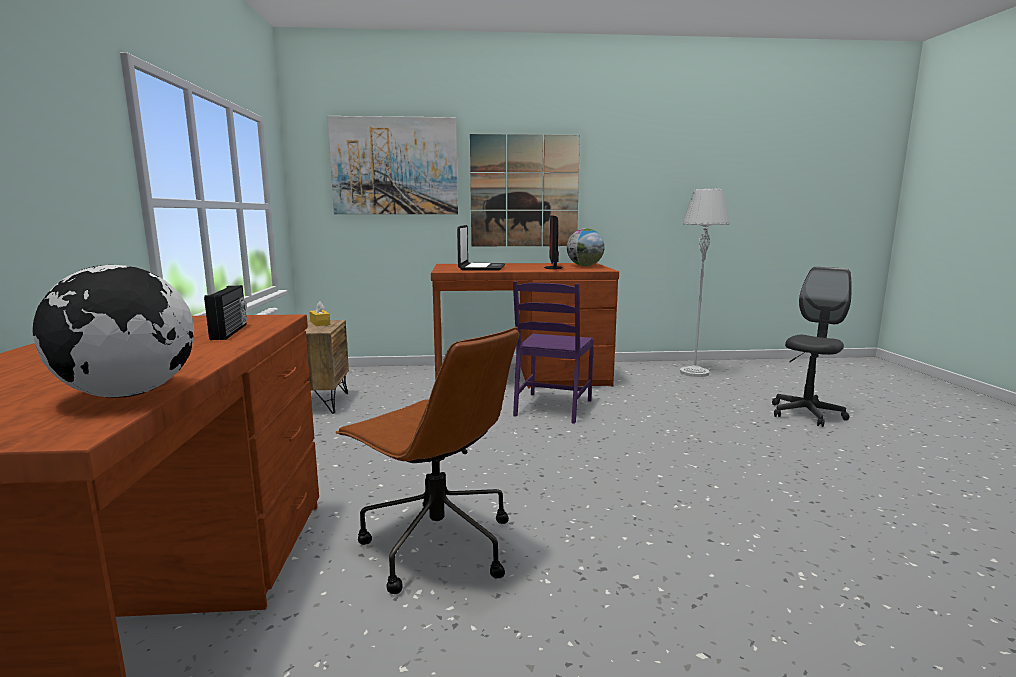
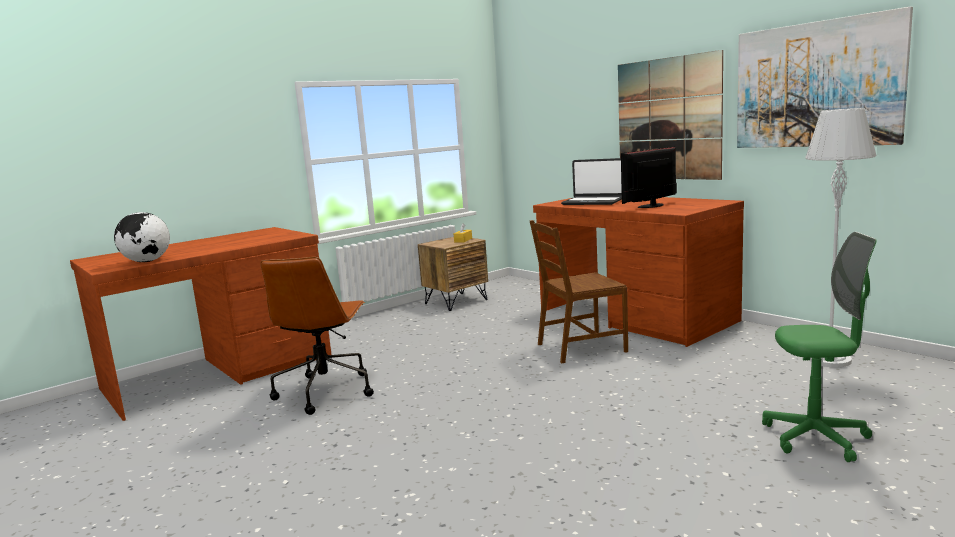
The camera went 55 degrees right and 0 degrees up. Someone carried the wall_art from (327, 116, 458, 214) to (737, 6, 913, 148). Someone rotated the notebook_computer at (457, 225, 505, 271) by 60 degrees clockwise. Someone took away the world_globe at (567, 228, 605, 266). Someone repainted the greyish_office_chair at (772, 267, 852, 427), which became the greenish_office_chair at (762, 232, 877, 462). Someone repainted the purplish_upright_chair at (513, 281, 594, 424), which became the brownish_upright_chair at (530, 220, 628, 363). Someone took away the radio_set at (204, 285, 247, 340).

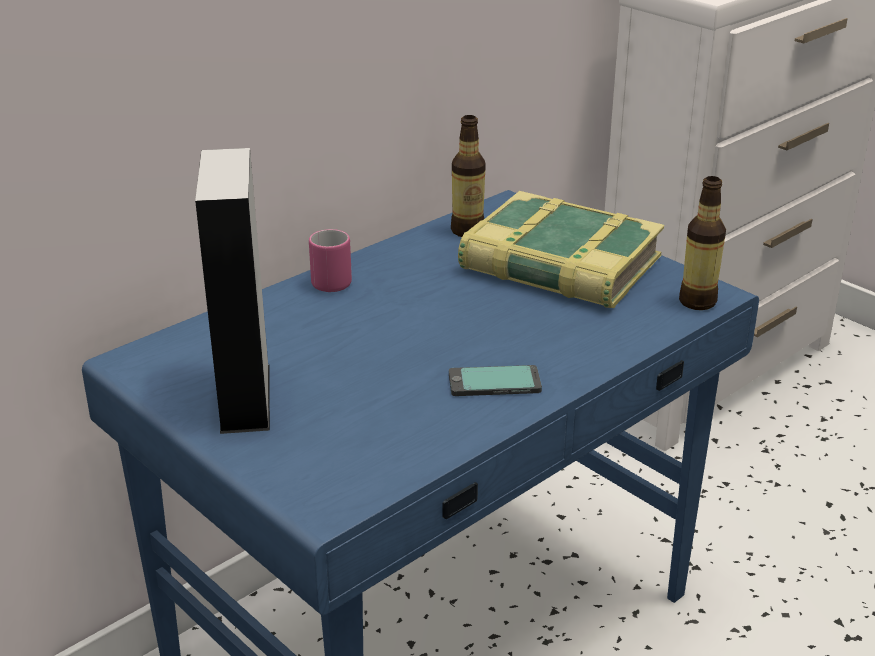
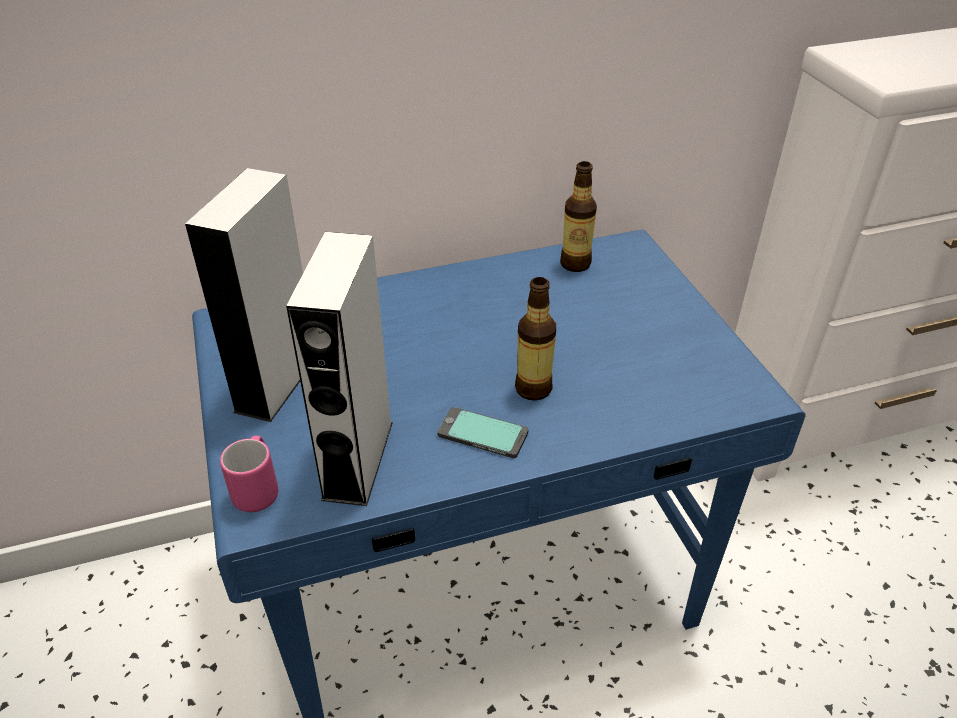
The camera went 25 degrees right and 10 degrees up. Someone carried the beverage_bottle from (679, 176, 726, 310) to (515, 277, 556, 401). Someone took away the bound_book at (458, 191, 665, 308). Someone carried the pink_mug from (309, 229, 352, 292) to (220, 436, 278, 512). Someone put down the greyish_audio_speaker at (286, 232, 392, 506).

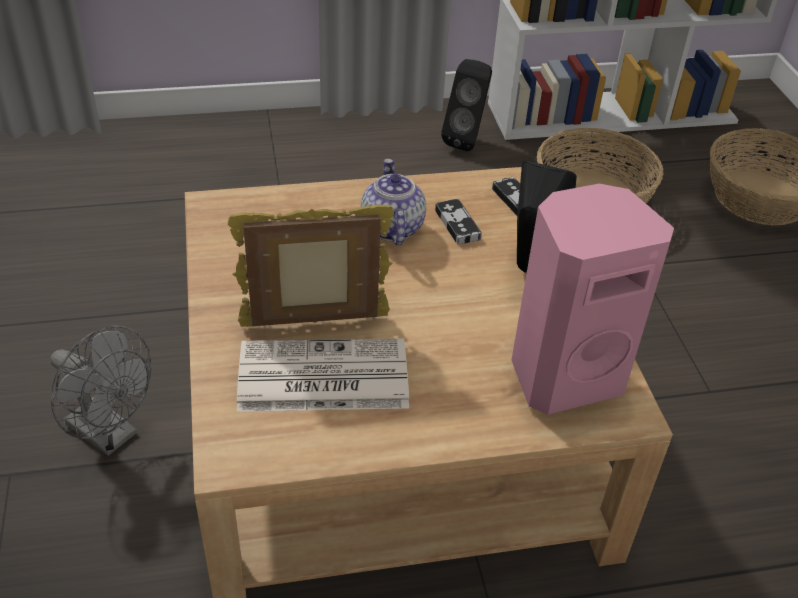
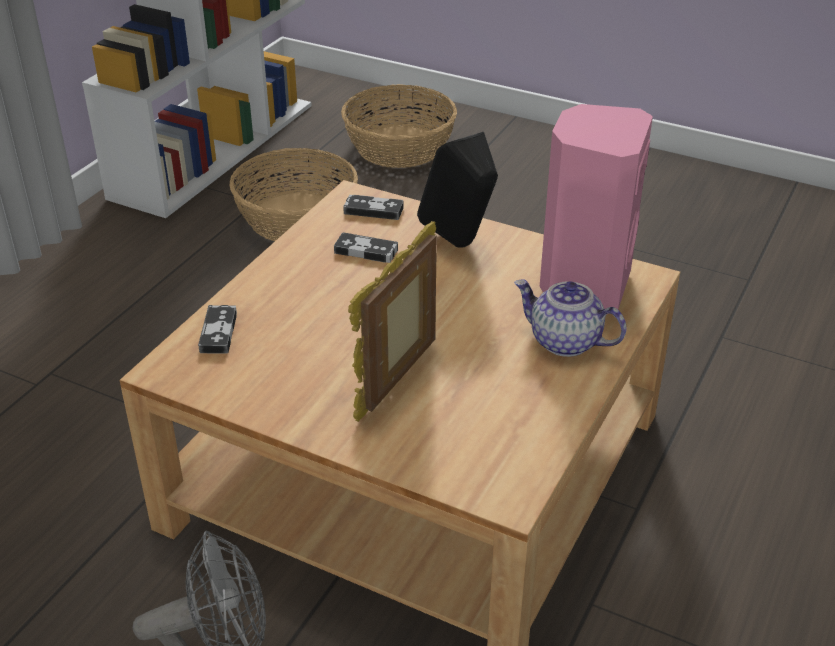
The camera went 50 degrees left and 5 degrees down. Someone took away the black-coloured_audio_speaker at (441, 59, 492, 151). Someone carried the teapot from (361, 159, 426, 245) to (514, 280, 627, 357). Someone took away the newspaper at (237, 338, 409, 412). Someone put down the gamepad at (198, 305, 237, 353).

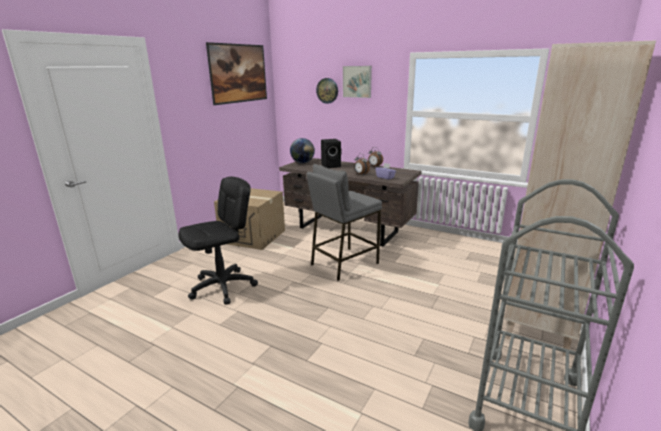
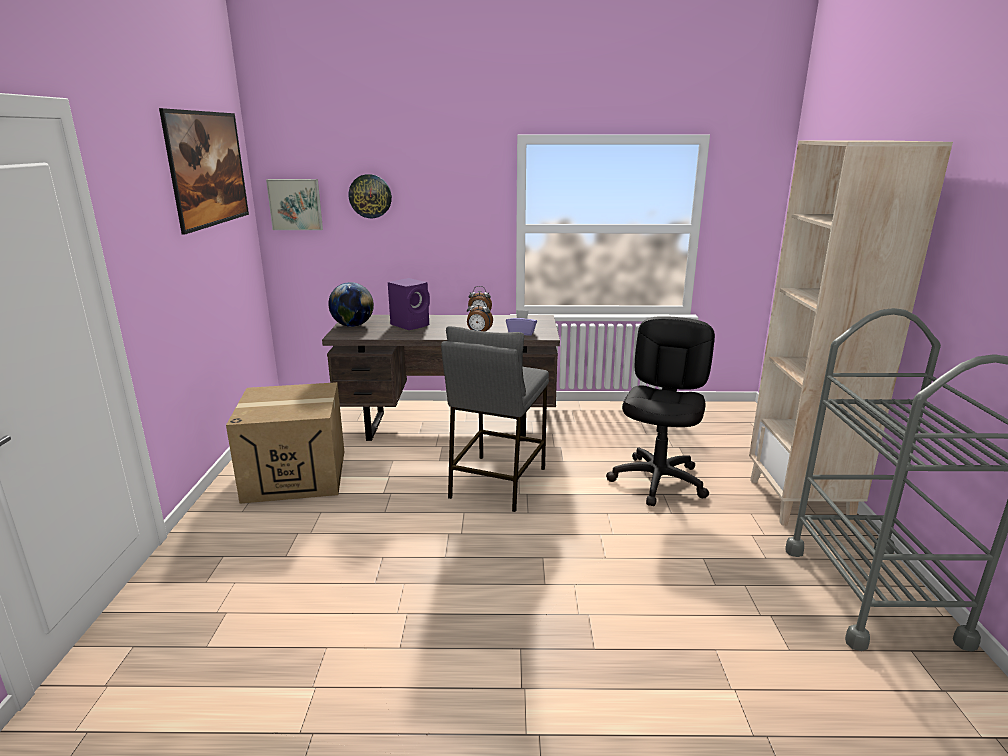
The camera went 30 degrees left and 0 degrees up. Someone carried the wall_art from (343, 66, 372, 98) to (266, 179, 323, 230). Someone repainted the black-coloured_audio_speaker at (321, 139, 341, 168), which became the purplish_audio_speaker at (388, 278, 430, 330). Someone carried the black-coloured_office_chair from (178, 177, 258, 305) to (606, 316, 715, 506).

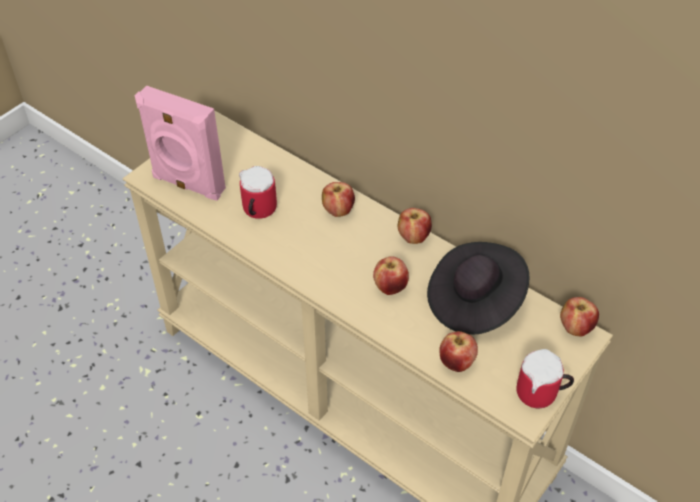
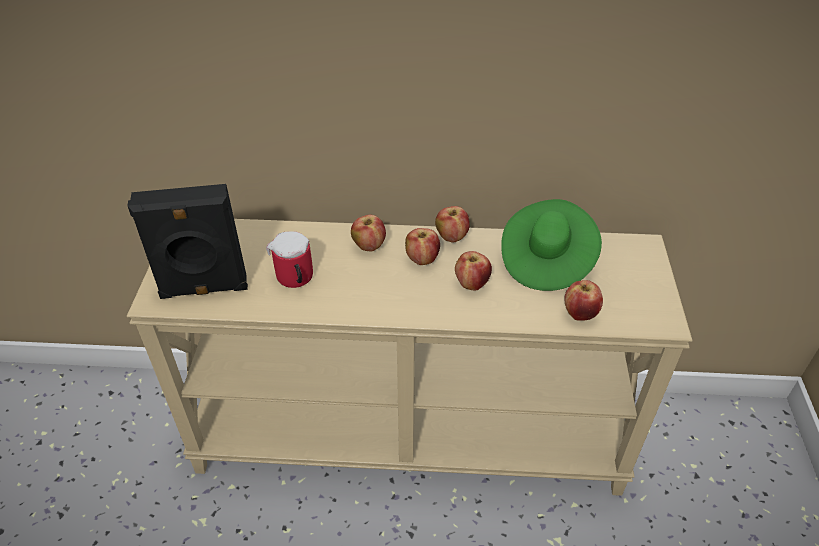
The camera went 35 degrees left and 5 degrees down. Someone repainted the pink_audio_speaker at (135, 85, 226, 201), which became the black-coloured_audio_speaker at (127, 184, 248, 299). Someone repainted the black-coloured_hat at (427, 242, 529, 335), which became the greenish_hat at (501, 199, 602, 291). Someone carried the apple from (560, 297, 599, 336) to (405, 228, 440, 265). Someone took away the mug at (516, 349, 574, 408).

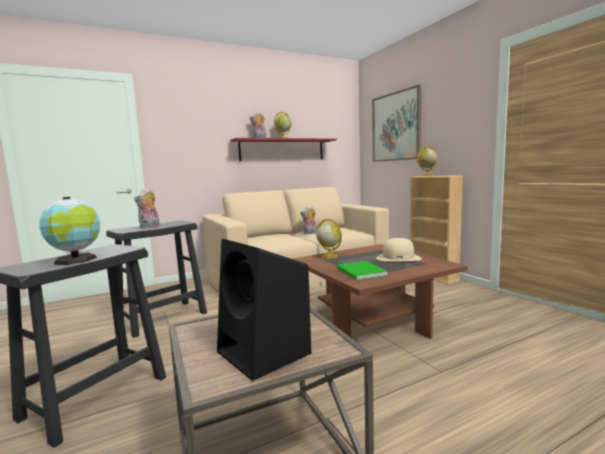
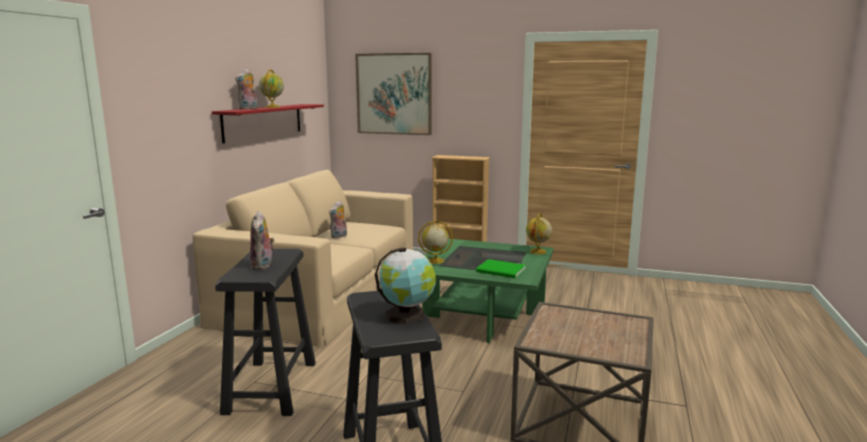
The camera went 45 degrees left and 5 degrees up. Someone carried the world_globe from (417, 146, 438, 176) to (526, 213, 552, 254). Someone took away the beige-coloured_hat at (376, 238, 422, 261). Someone took away the black-coloured_audio_speaker at (217, 239, 311, 381). Someone repainted the brownish_lounge_table at (292, 244, 468, 339), which became the greenish_lounge_table at (422, 239, 554, 343).

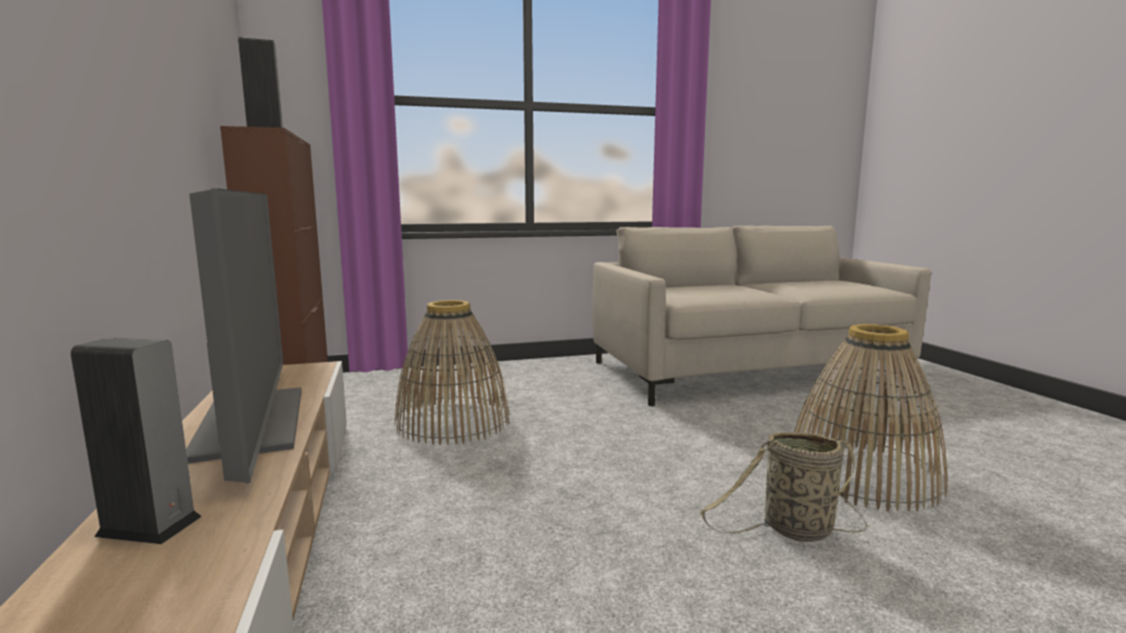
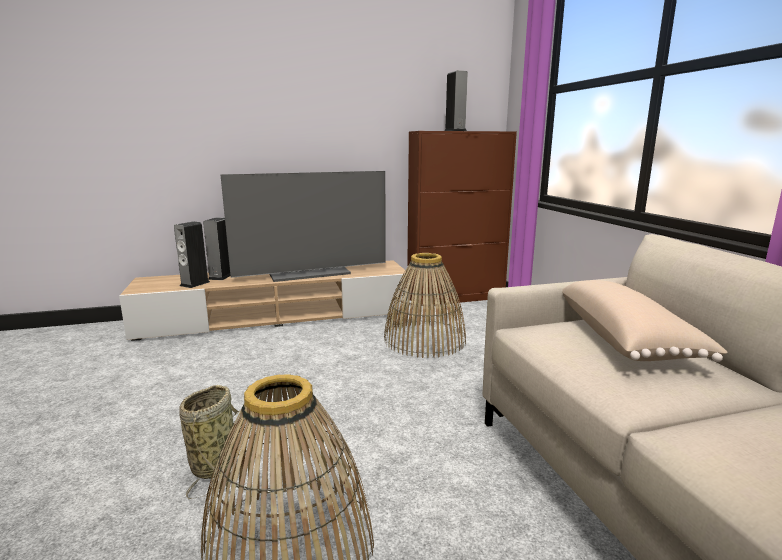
The camera went 90 degrees right and 5 degrees up. Someone put down the audio_speaker at (174, 221, 210, 288). Someone put down the beige-coloured_cushion at (562, 280, 728, 362).

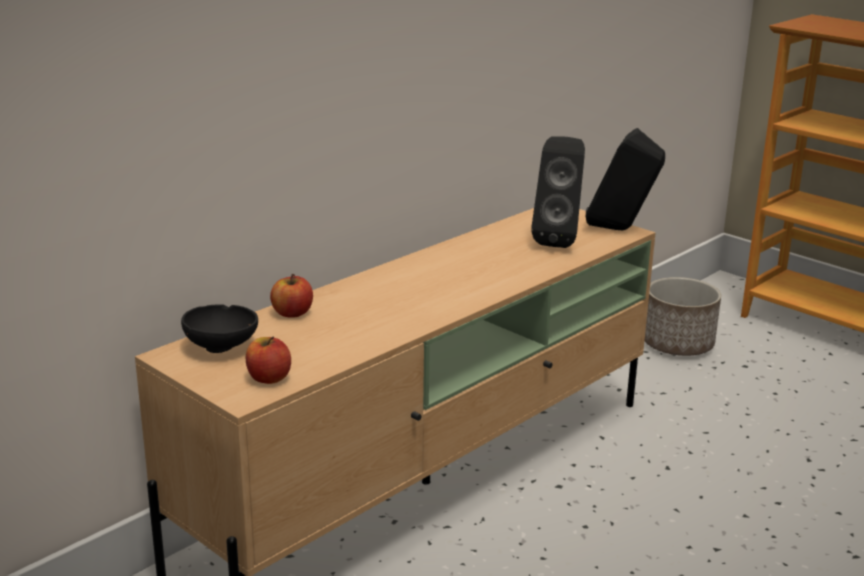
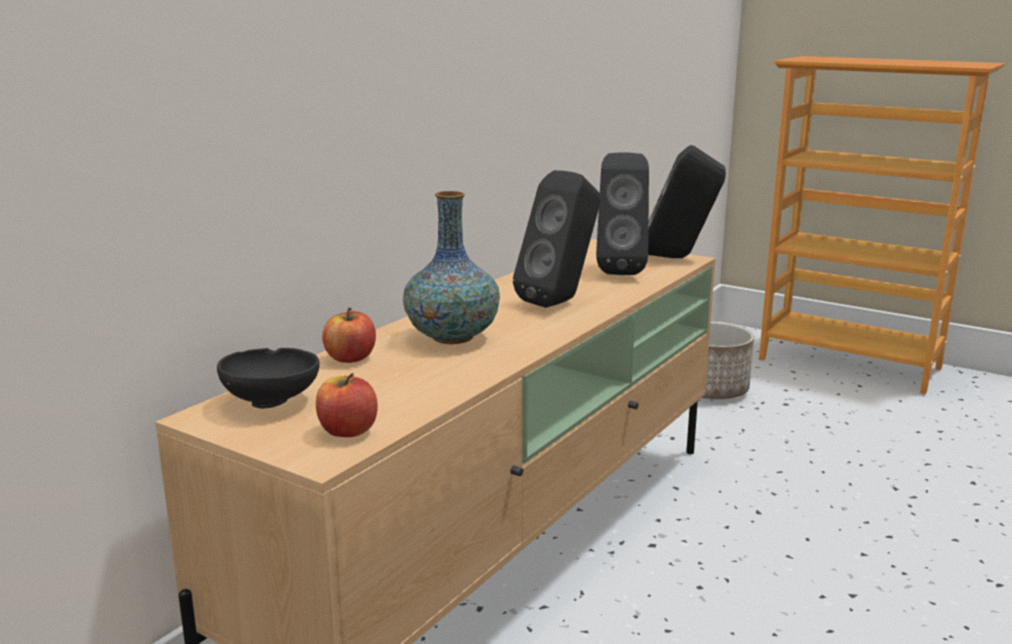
The camera went 10 degrees left and 5 degrees down. Someone put down the black-coloured_audio_speaker at (513, 170, 601, 308). Someone put down the vase at (403, 191, 500, 344).

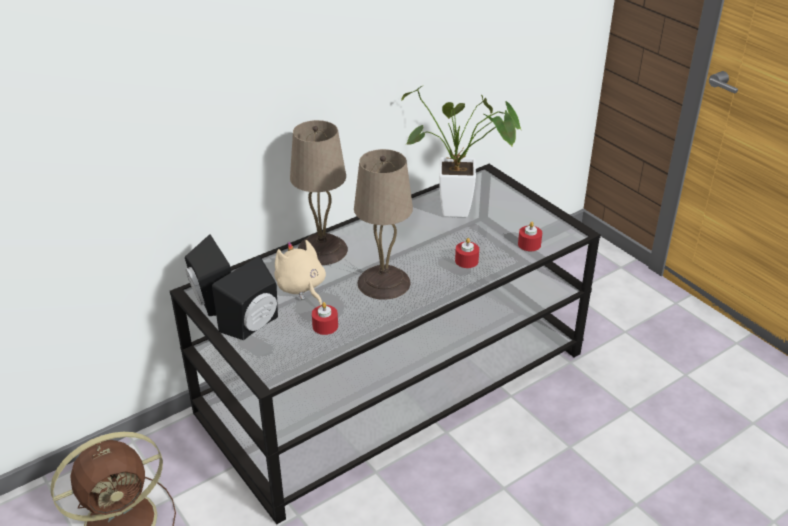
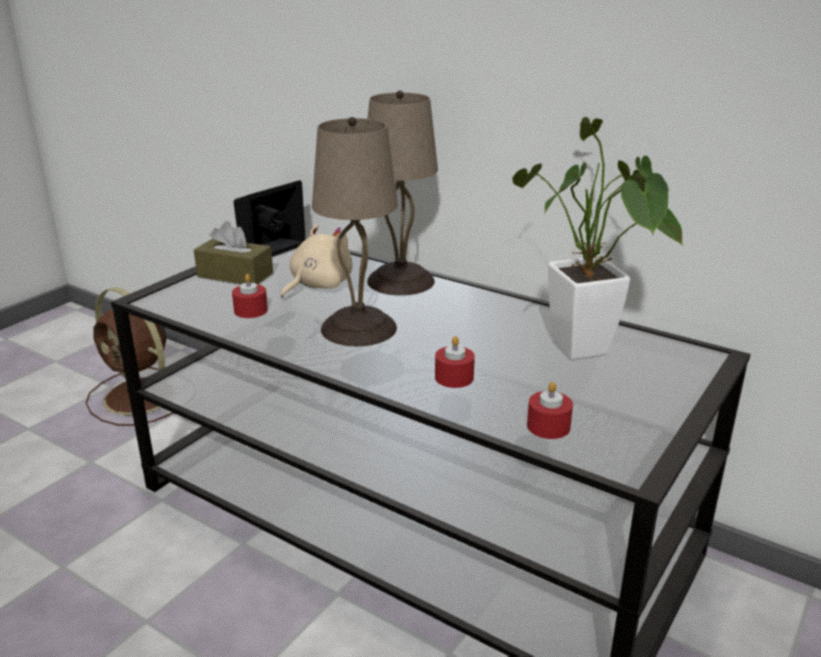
The camera went 70 degrees right and 10 degrees down. Someone swapped the black-coloured_audio_speaker at (212, 256, 278, 340) for the brownish_box_of_tissues at (194, 221, 273, 284).

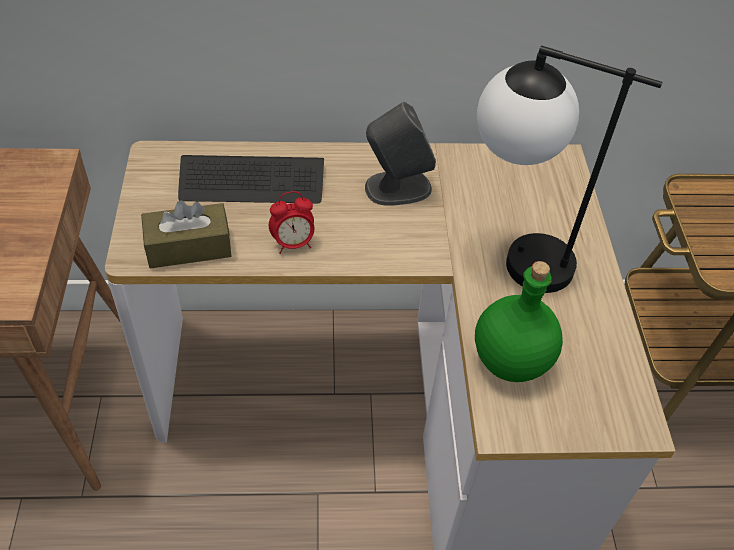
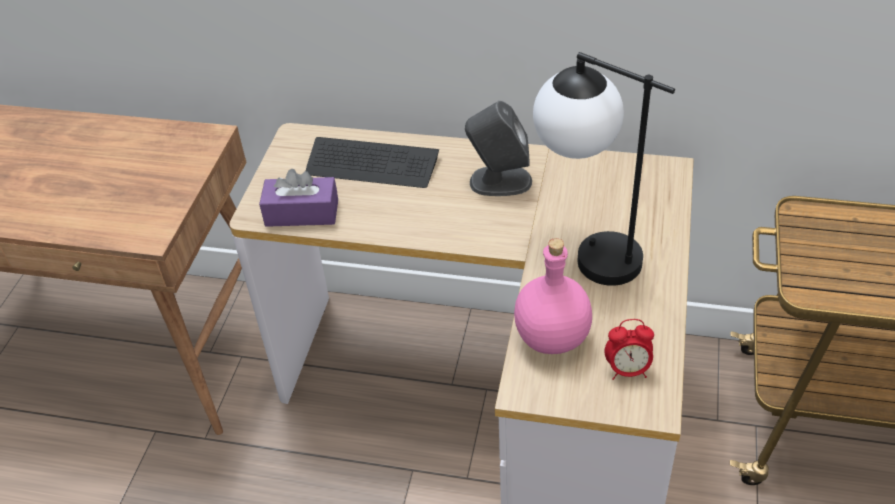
The camera went 20 degrees right and 5 degrees down. Someone carried the alarm_clock from (269, 191, 314, 254) to (604, 319, 654, 380). Someone repainted the brownish_box_of_tissues at (141, 200, 231, 269), which became the purplish_box_of_tissues at (259, 169, 338, 227). Someone repainted the greenish_beverage_bottle at (475, 261, 563, 382), which became the pink_beverage_bottle at (514, 238, 592, 354).

